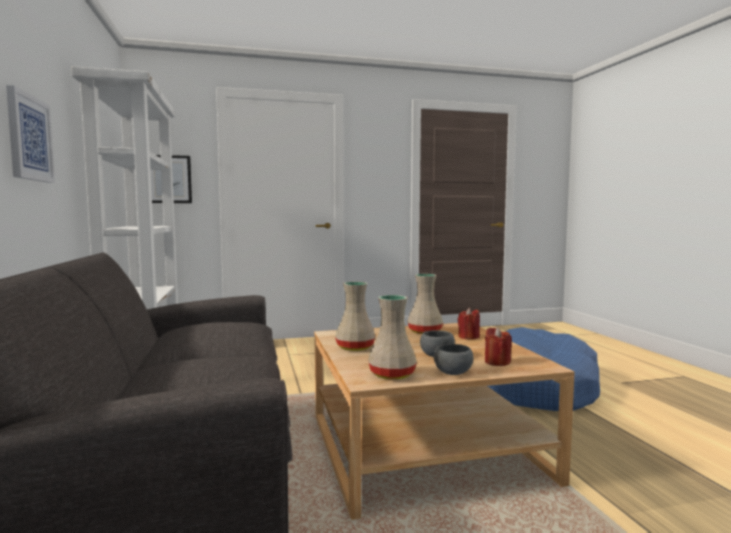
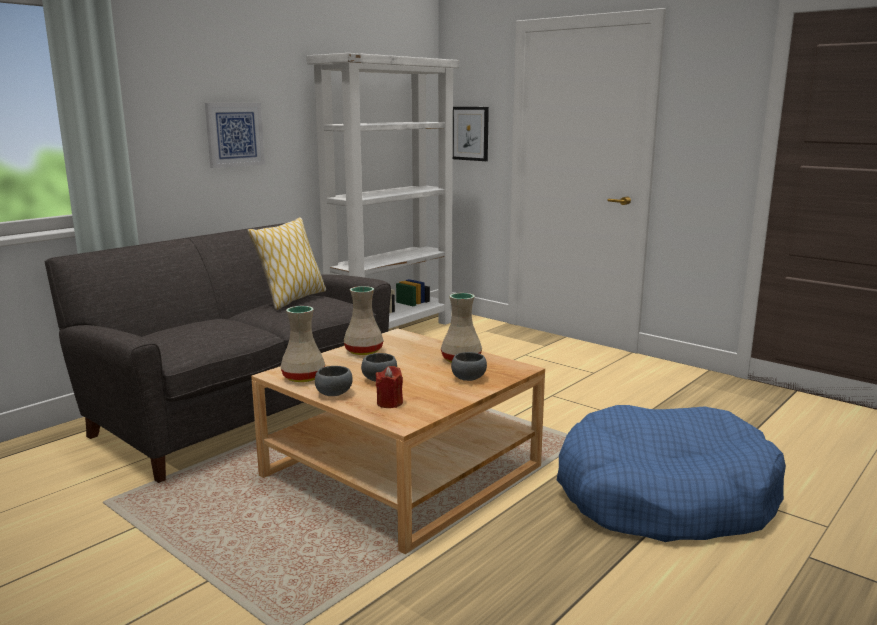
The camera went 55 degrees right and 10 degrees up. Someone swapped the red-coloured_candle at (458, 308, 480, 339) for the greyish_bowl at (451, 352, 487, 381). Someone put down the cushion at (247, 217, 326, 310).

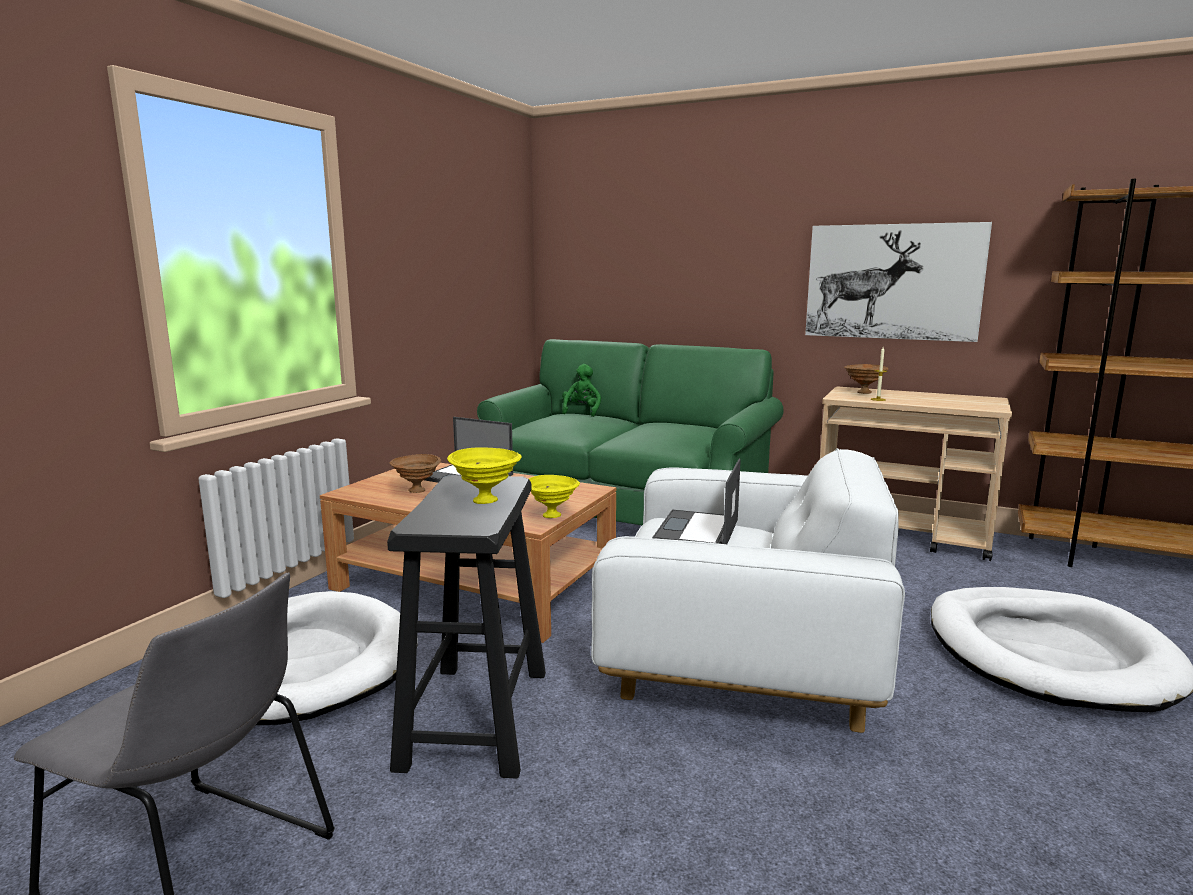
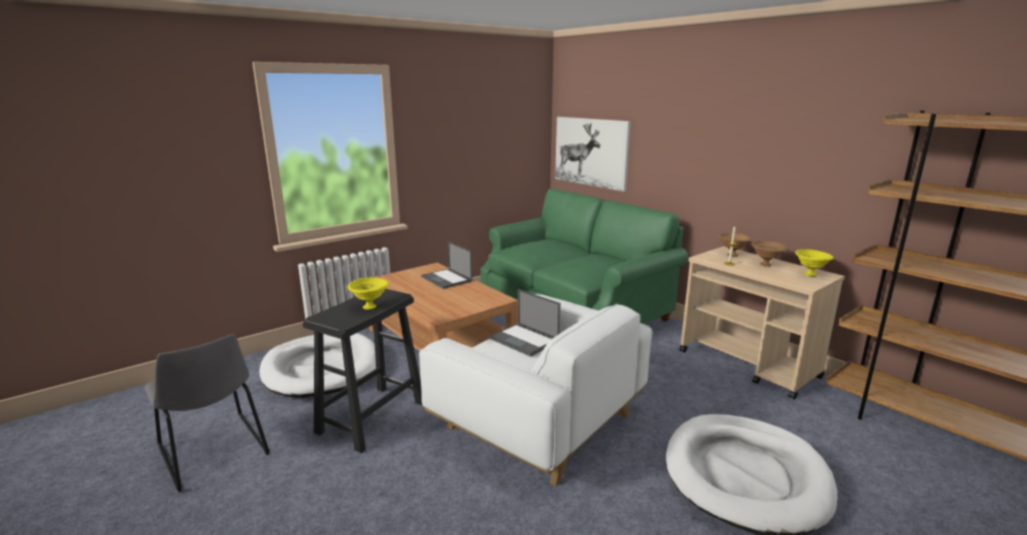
The camera went 25 degrees right and 5 degrees up. Someone carried the wall_art from (805, 222, 992, 342) to (555, 117, 631, 192). Someone took away the greenish_plush_toy at (562, 364, 601, 417). Someone carried the brownish_bowl from (390, 454, 441, 493) to (751, 241, 787, 267). Someone rotated the notebook_computer at (652, 459, 741, 544) by 90 degrees counterclockwise. Someone carried the yellowish_bowl from (529, 475, 580, 518) to (795, 249, 834, 276).

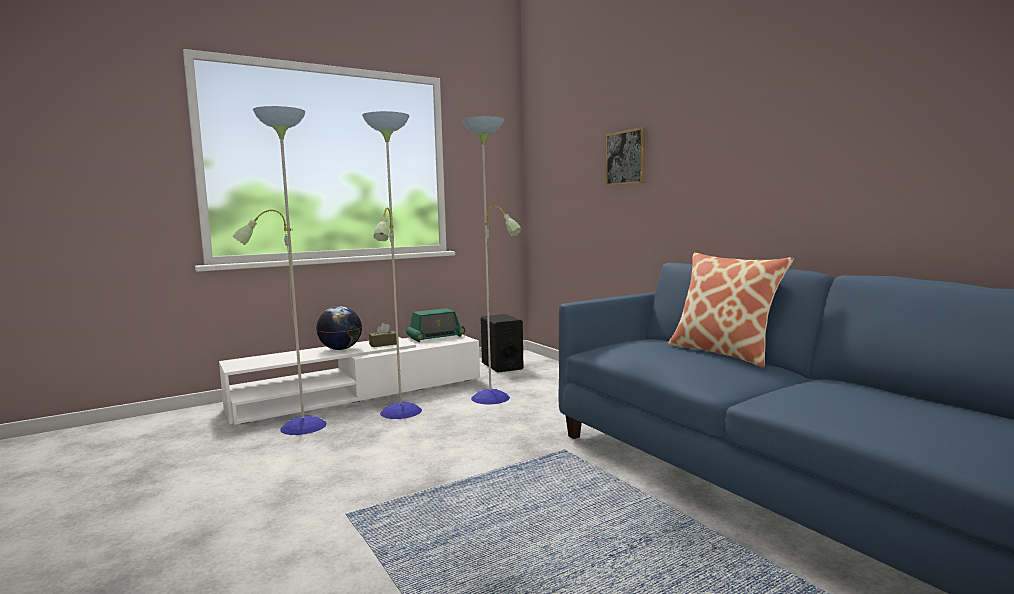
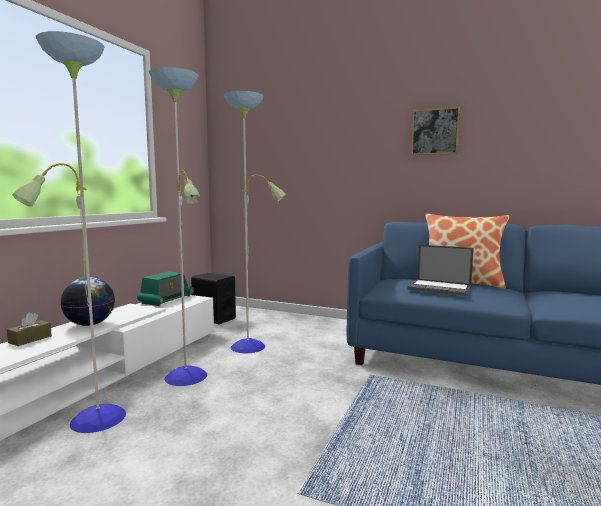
The camera went 35 degrees left and 0 degrees up. Someone carried the wall_art from (606, 127, 645, 186) to (411, 106, 460, 155). Someone carried the brownish_box_of_tissues from (369, 323, 397, 347) to (7, 313, 52, 346). Someone put down the notebook_computer at (407, 245, 474, 296).

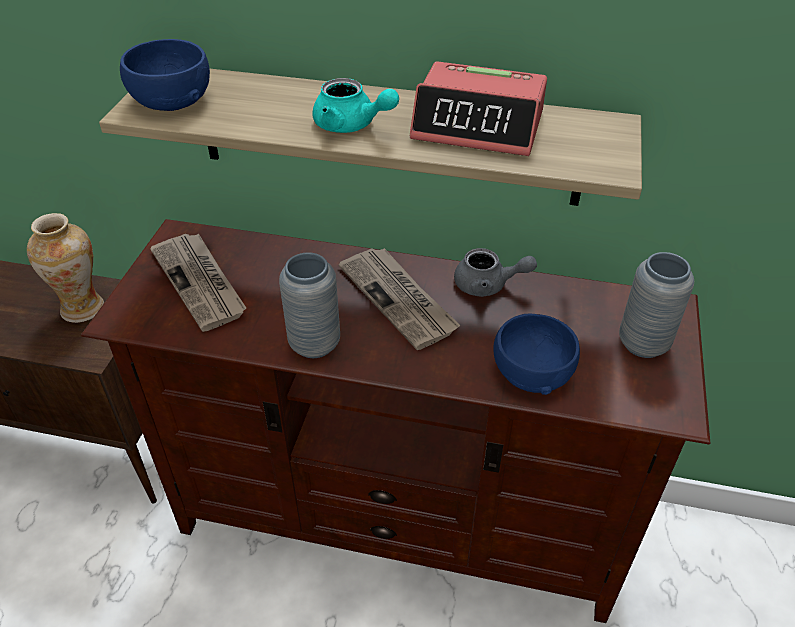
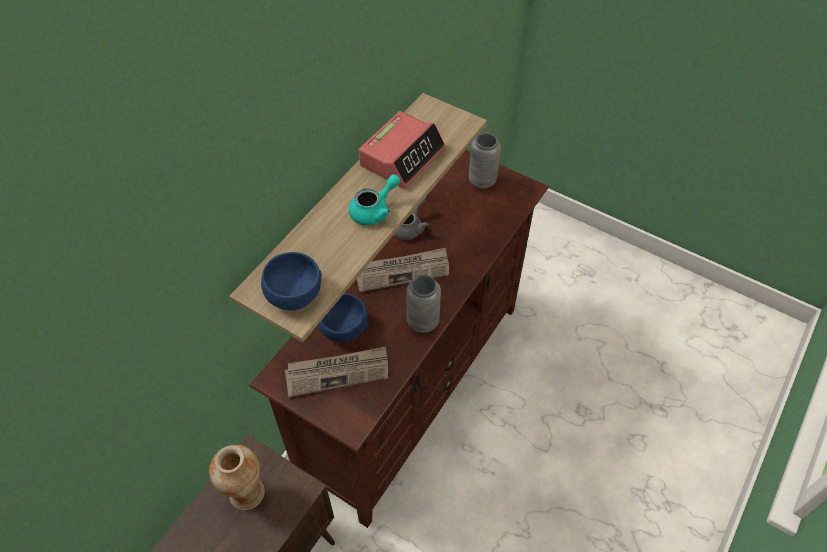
The camera went 70 degrees left and 10 degrees up. Someone carried the bluish_bowl from (493, 314, 580, 395) to (318, 293, 369, 342).

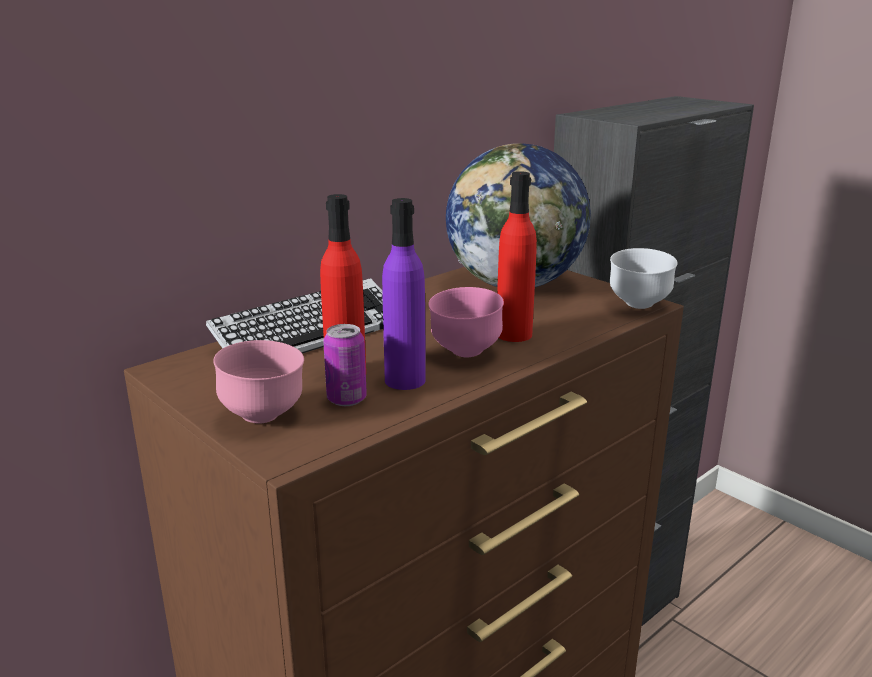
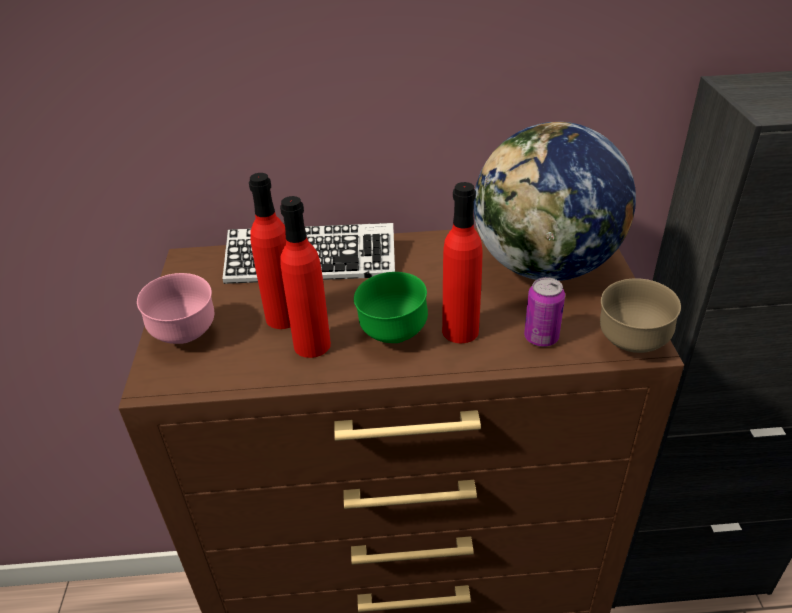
The camera went 40 degrees right and 15 degrees up. Someone repainted the purplish_beverage_bottle at (382, 198, 426, 390), which became the red-coloured_beverage_bottle at (280, 196, 331, 358). Someone repainted the white-coloured_bowl at (610, 248, 678, 309), which became the brownish_bowl at (600, 278, 681, 353). Someone repainted the pink_bowl at (428, 287, 504, 357), which became the greenish_bowl at (354, 272, 428, 343). Someone carried the metal_can from (323, 324, 367, 406) to (524, 277, 565, 347).

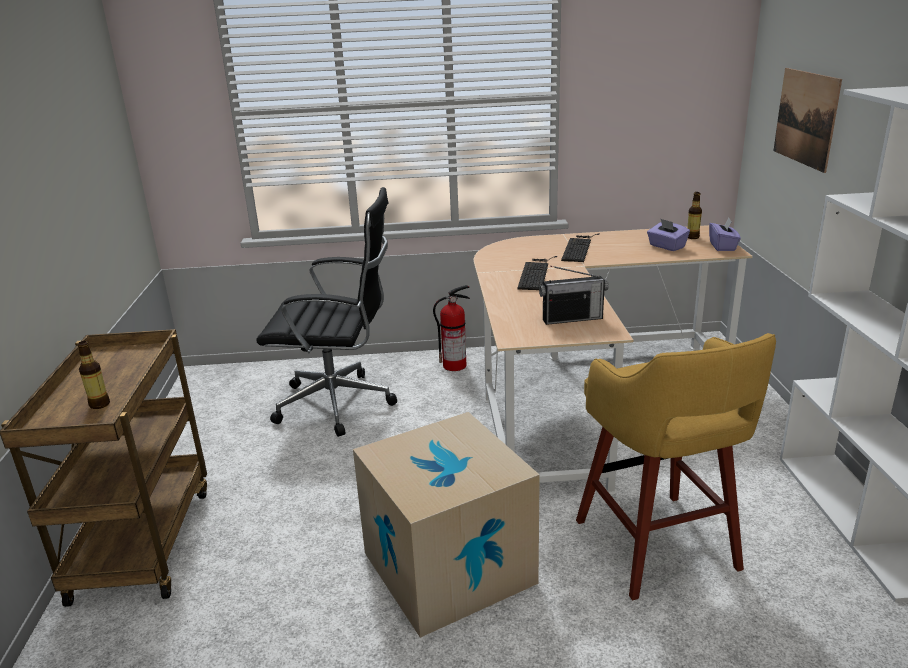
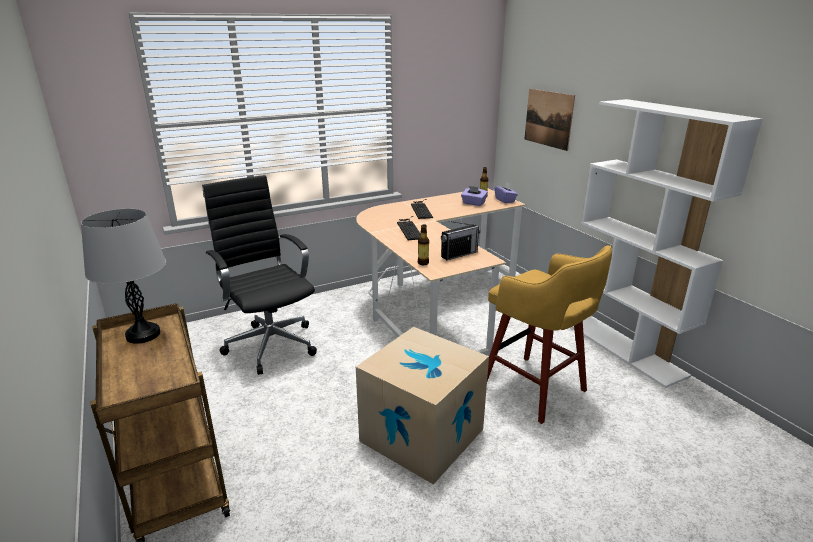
The camera went 25 degrees left and 0 degrees up. Someone rotated the black-coloured_office_chair at (256, 187, 397, 437) by 105 degrees counterclockwise. Someone took away the extinguisher at (433, 285, 470, 371). Someone carried the beverage_bottle from (77, 341, 110, 409) to (418, 224, 429, 265). Someone put down the greyish_table_lamp at (81, 209, 166, 344).

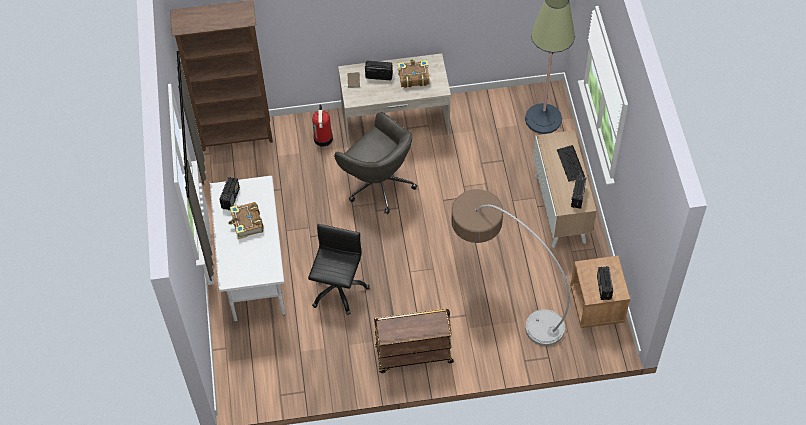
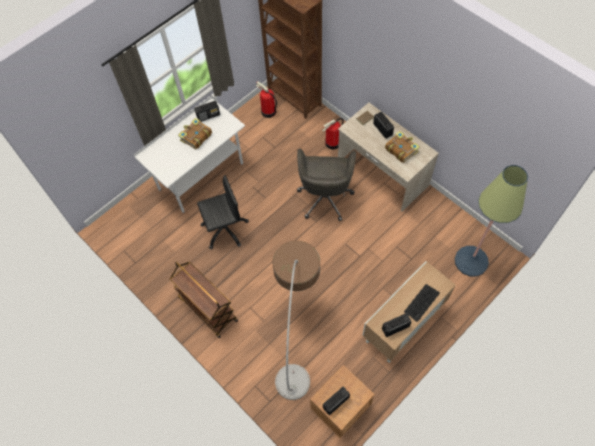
The camera went 55 degrees right and 5 degrees up. Someone put down the extinguisher at (255, 82, 277, 118).

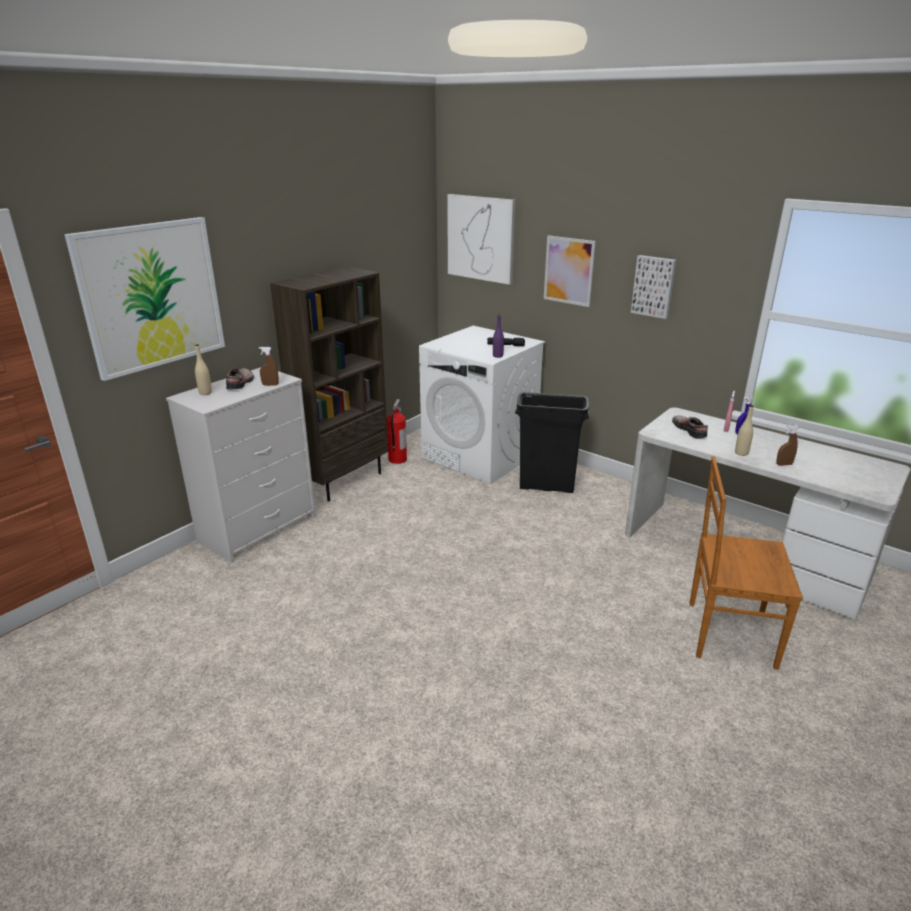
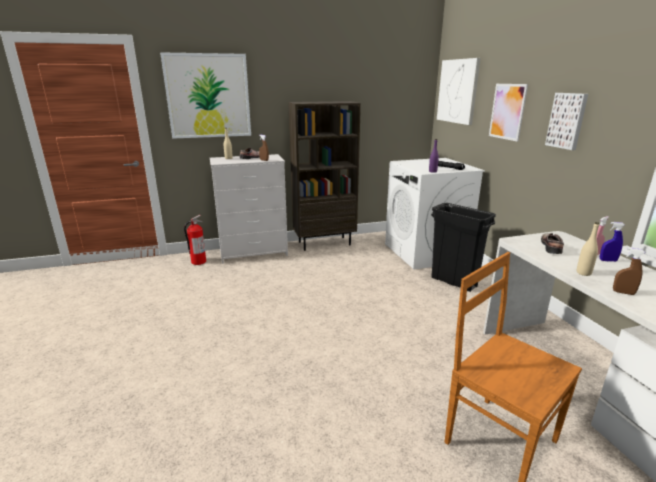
The camera went 35 degrees right and 5 degrees down. Someone carried the extinguisher from (386, 399, 407, 464) to (184, 215, 206, 265).

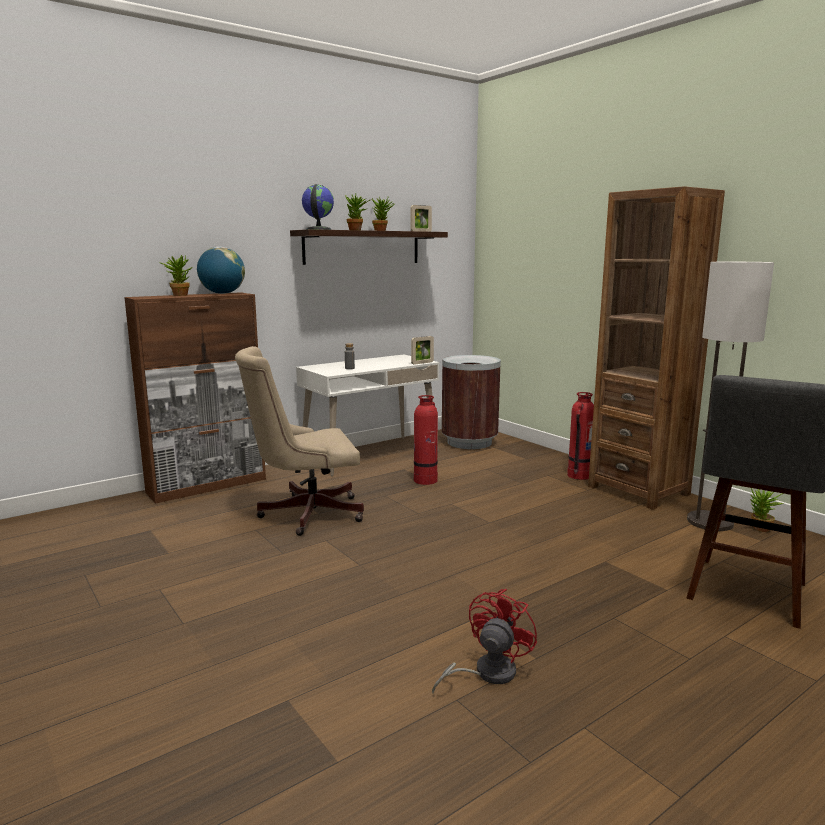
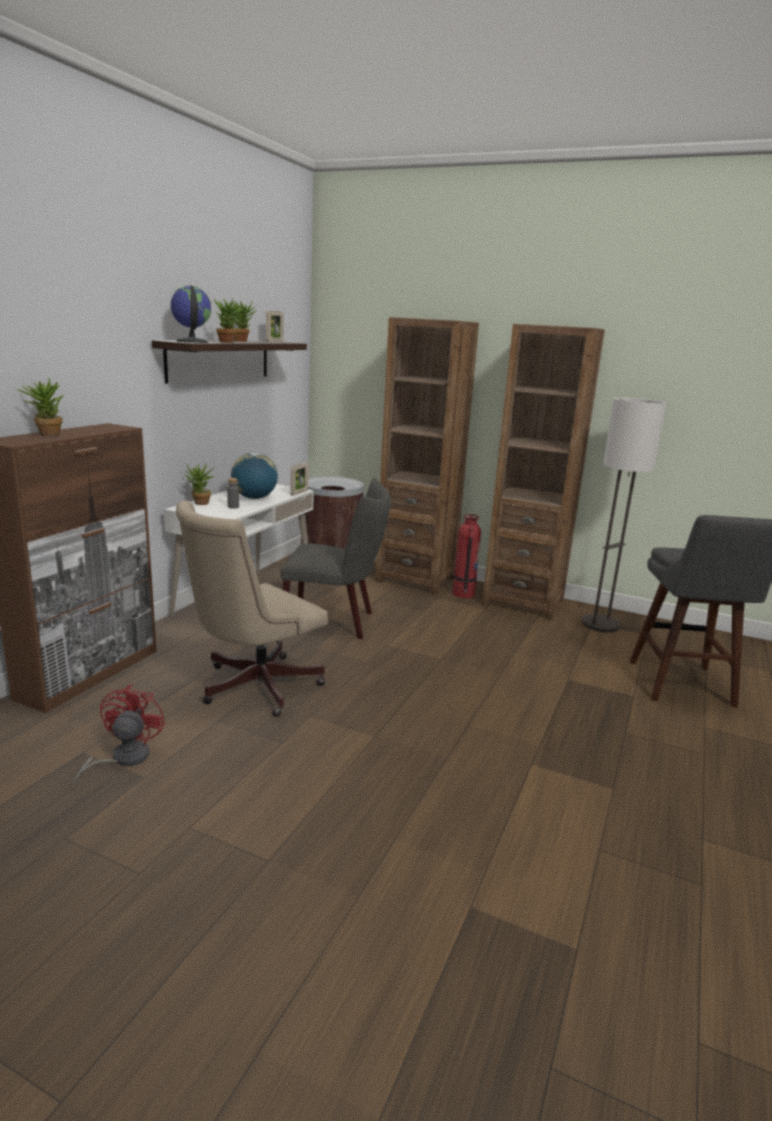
The camera went 30 degrees left and 5 degrees up. Someone carried the world_globe from (197, 247, 245, 294) to (231, 453, 278, 499). Someone swapped the extinguisher at (414, 395, 438, 485) for the greyish_upright_chair at (281, 478, 391, 639). Someone carried the potted_plant from (750, 489, 784, 532) to (184, 464, 215, 505). Someone carried the red-coloured_electric_fan from (432, 589, 537, 694) to (72, 684, 165, 789). Someone put down the brownish_bookshelf at (375, 317, 479, 595).

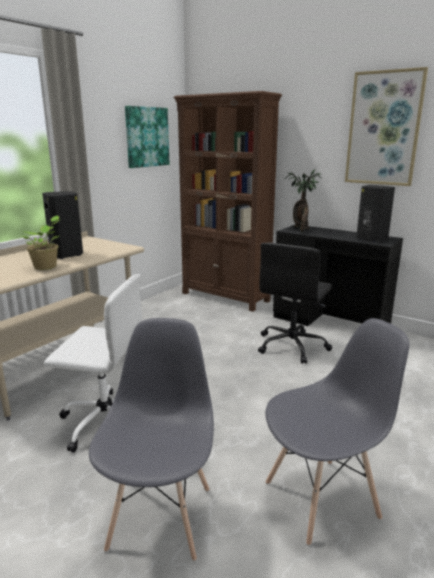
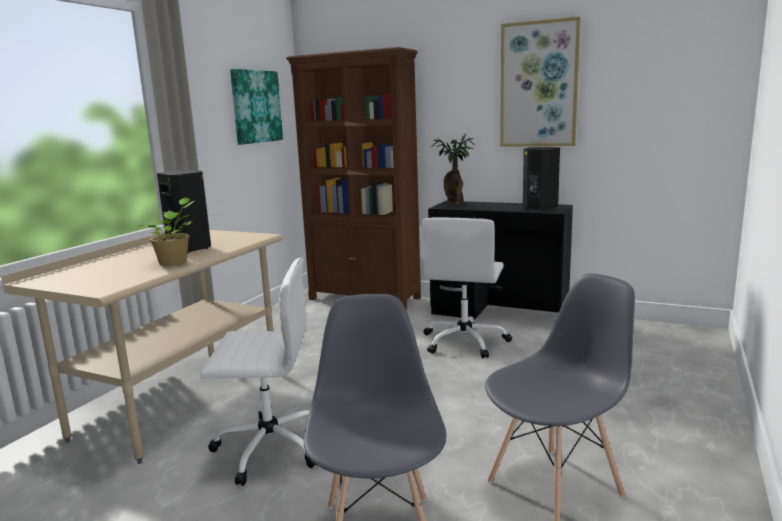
The camera went 10 degrees left and 5 degrees down. Someone repainted the black-coloured_office_chair at (258, 243, 332, 364), which became the white-coloured_office_chair at (422, 218, 512, 358).

